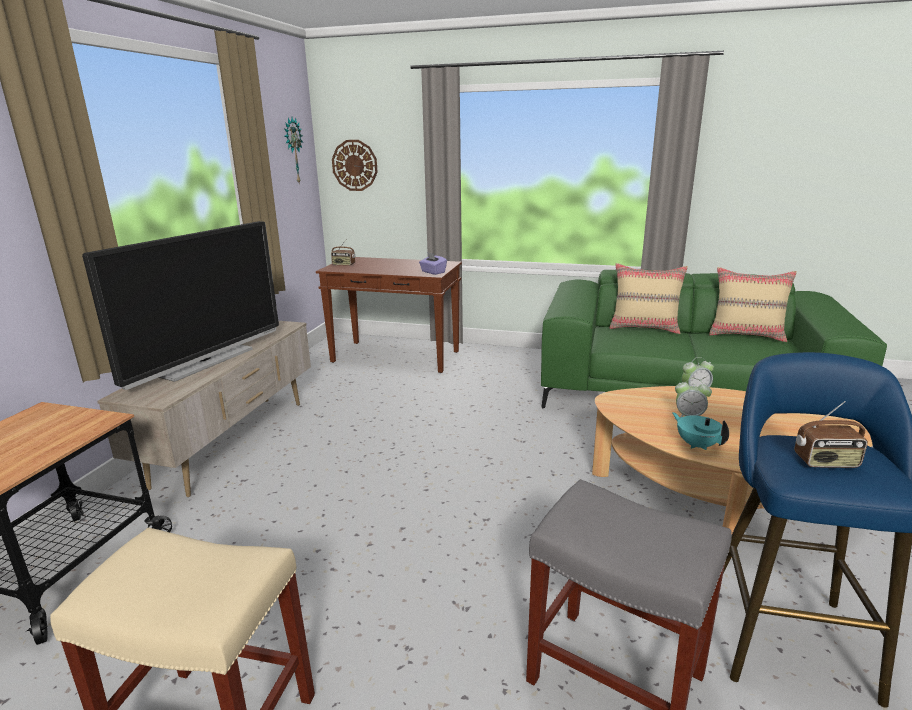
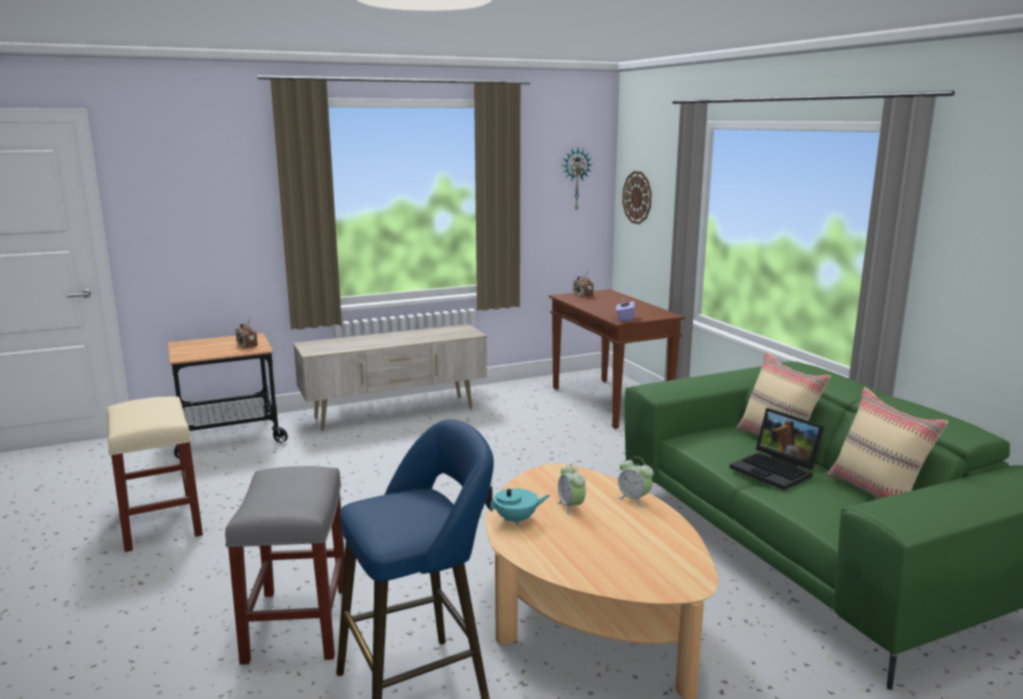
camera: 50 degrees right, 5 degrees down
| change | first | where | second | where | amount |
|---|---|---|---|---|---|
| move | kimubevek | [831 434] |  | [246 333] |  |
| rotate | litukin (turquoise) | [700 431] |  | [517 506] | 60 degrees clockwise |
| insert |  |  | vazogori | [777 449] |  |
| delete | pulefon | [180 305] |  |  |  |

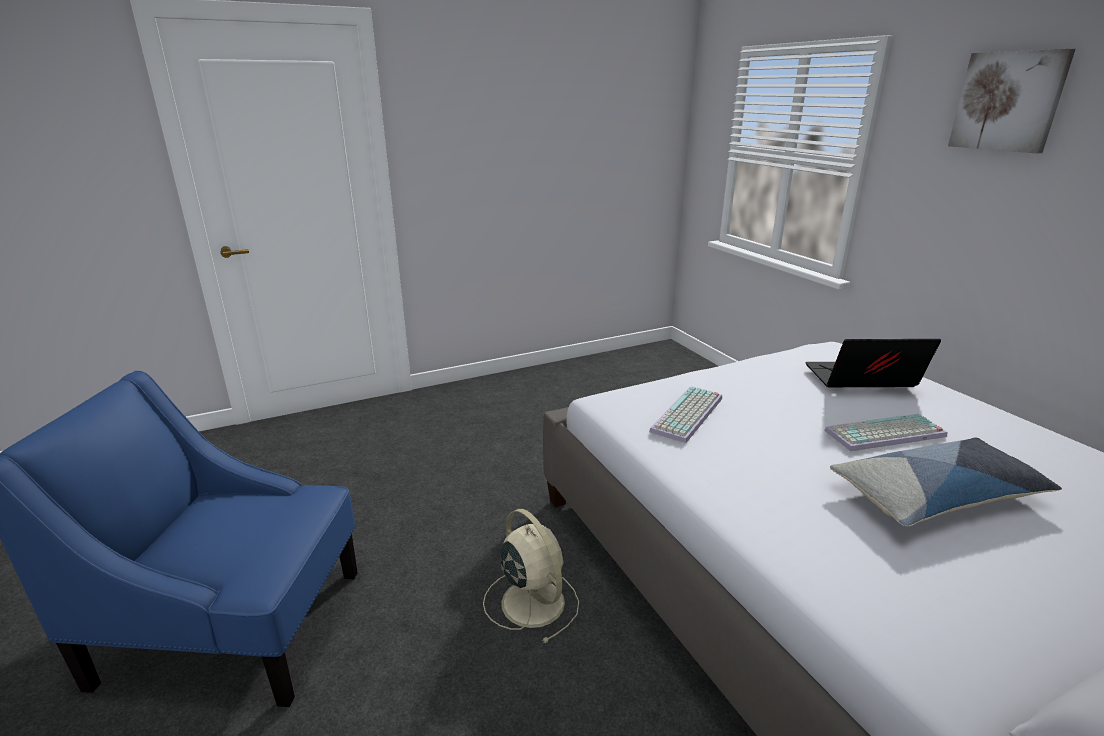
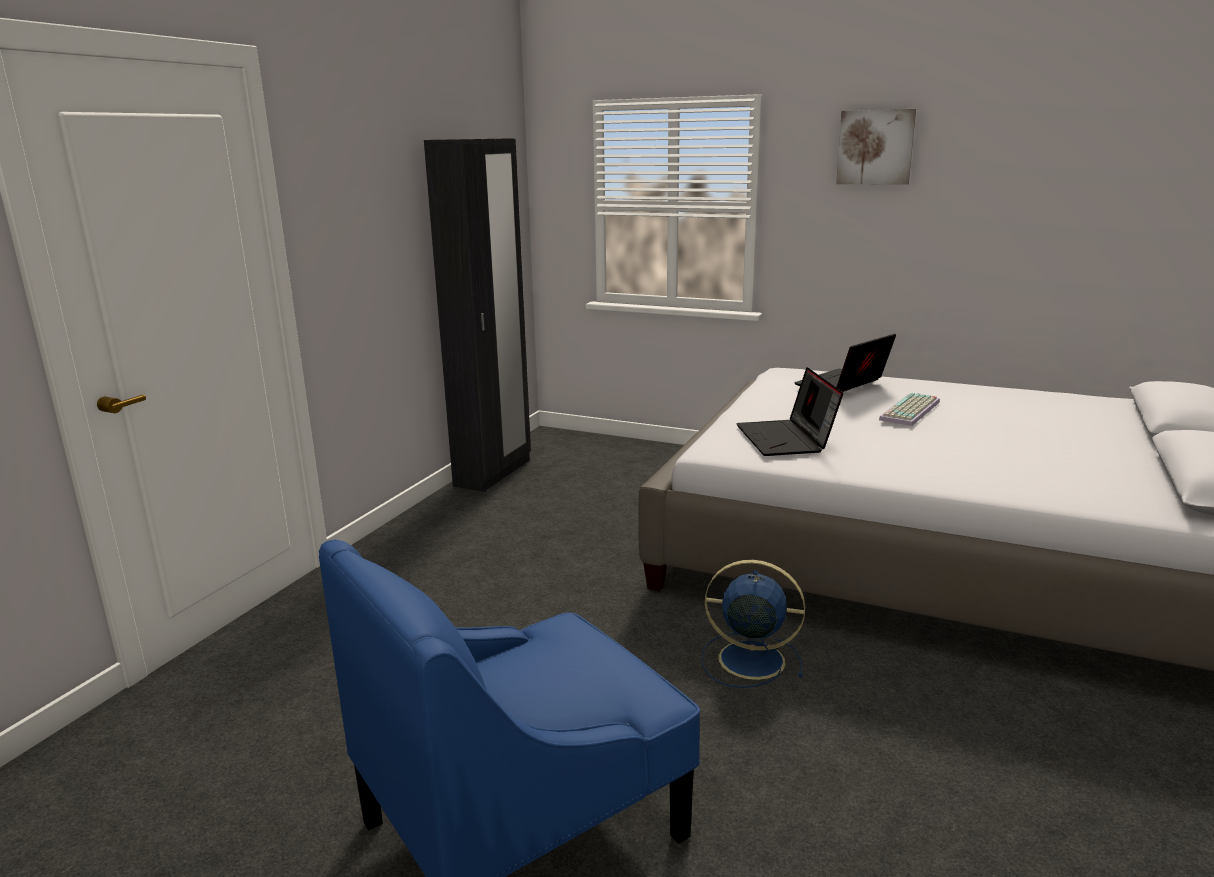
camera: 40 degrees left, 5 degrees down
| change | first | where | second | where | amount |
|---|---|---|---|---|---|
| insert |  |  | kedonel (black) | [477 315] |  |
| recolor | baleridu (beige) | [531 576] | baleridu (blue) | [753 624] |  |
| replace | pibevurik | [685 415] | vazogori | [789 411] |  |
| delete | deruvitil | [946 482] |  |  |  |

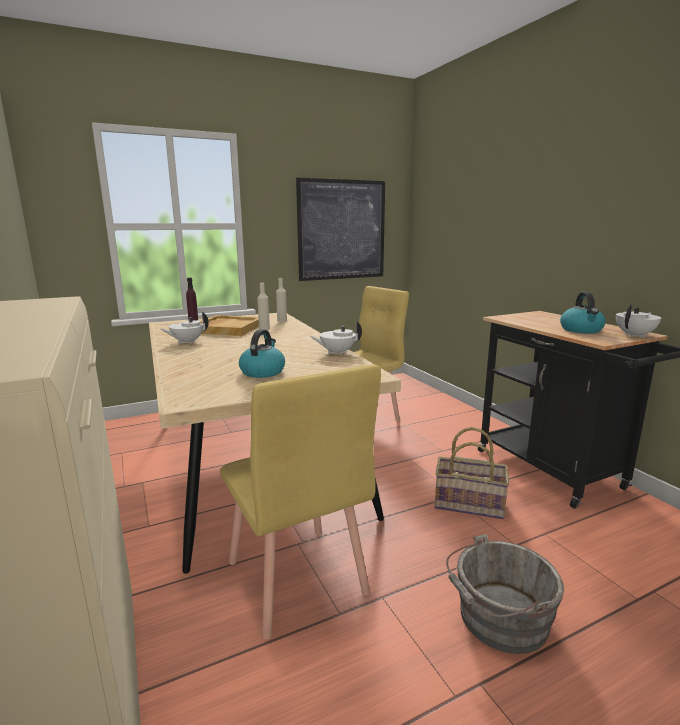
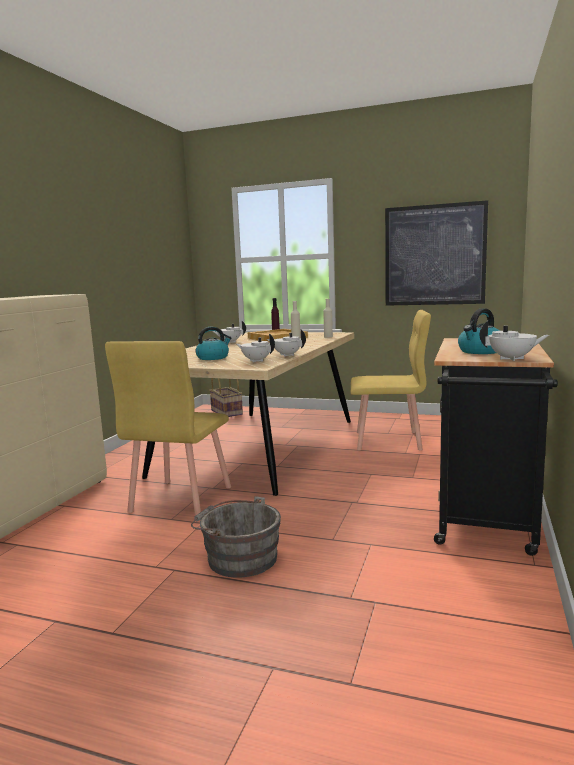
camera: 45 degrees right, 5 degrees down
| change | first | where | second | where | amount |
|---|---|---|---|---|---|
| move | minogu | [472 473] |  | [226 397] |  |
| insert |  |  | litukin (white) | [256 348] |  |

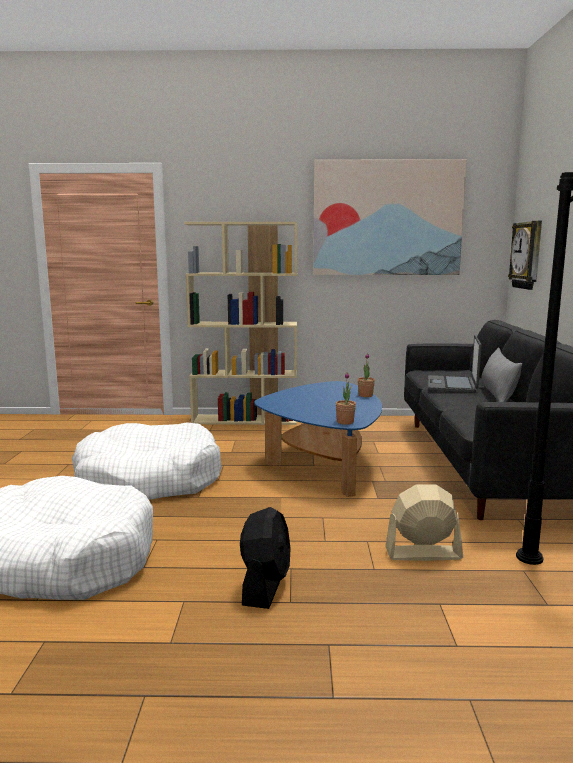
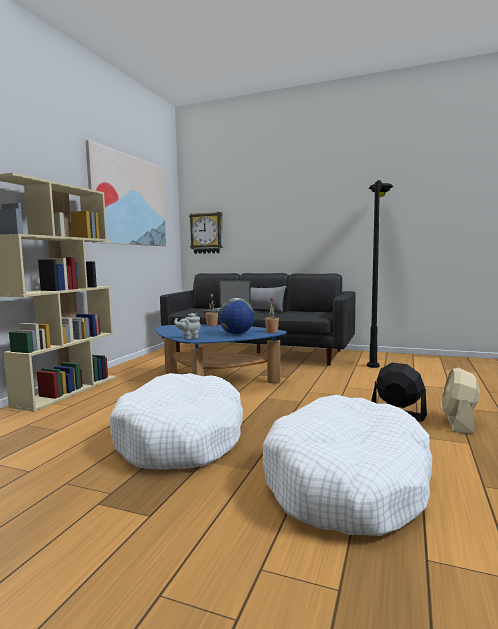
camera: 70 degrees left, 5 degrees down
| change | first | where | second | where | amount |
|---|---|---|---|---|---|
| insert |  |  | litukin (grey) | [187 326] |  |
| insert |  |  | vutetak | [237 316] |  |
| move | baleridu (beige) | [424 522] |  | [460 400] |  |

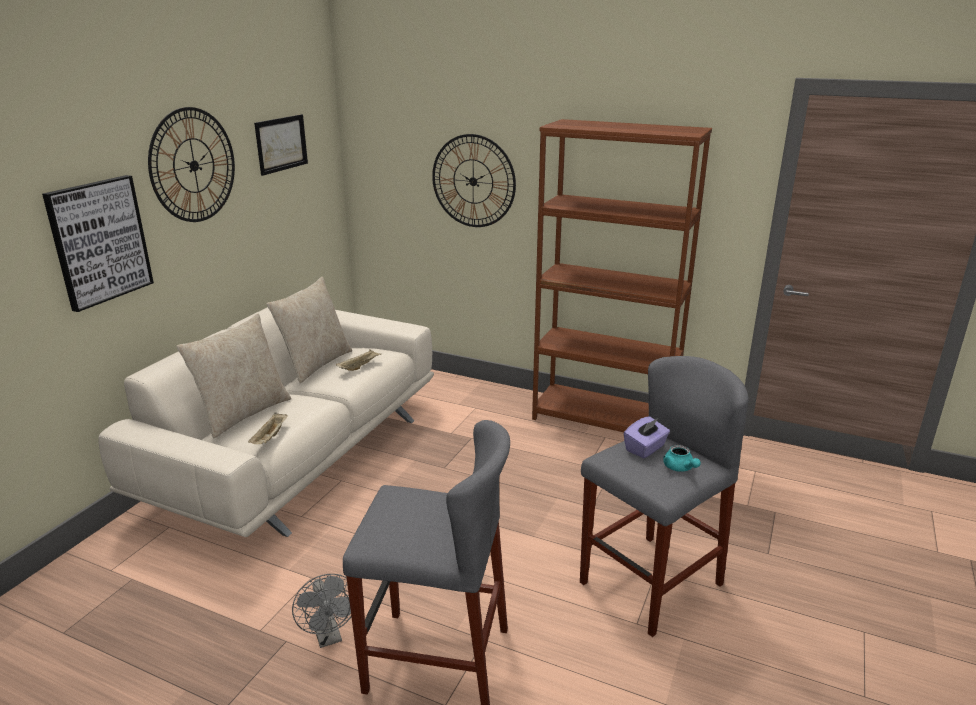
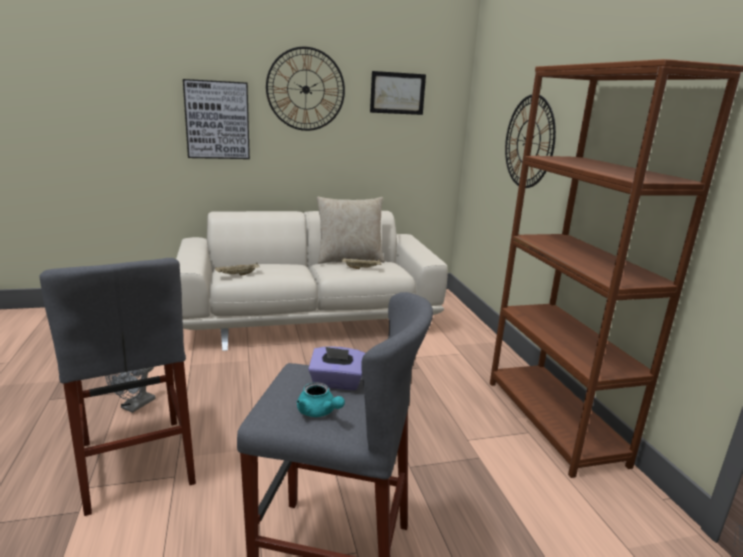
camera: 50 degrees right, 5 degrees down
| change | first | where | second | where | amount |
|---|---|---|---|---|---|
| rotate | litukin (turquoise) | [682 458] |  | [320 399] | 75 degrees counterclockwise |
| delete | deruvitil (beige) | [233 375] |  |  |  |

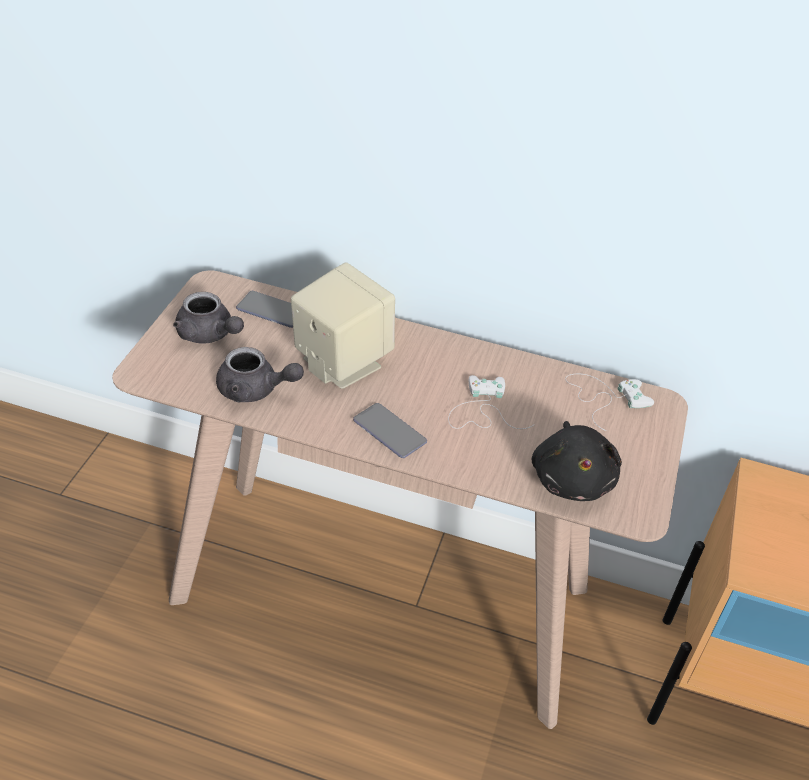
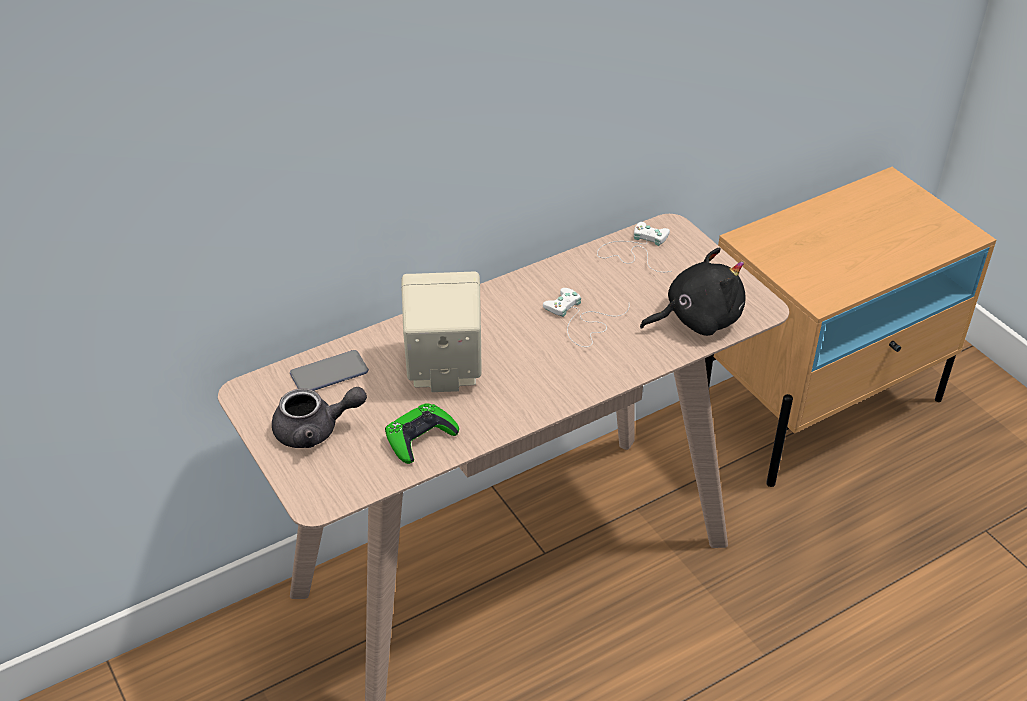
camera: 45 degrees left, 0 degrees up
| change | first | where | second | where | amount |
|---|---|---|---|---|---|
| replace | litukin (grey) | [260 374] | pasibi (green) | [422 433] |  |
| rotate | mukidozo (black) | [576 461] |  | [693 292] | 60 degrees counterclockwise |
| delete | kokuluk | [390 430] |  |  |  |

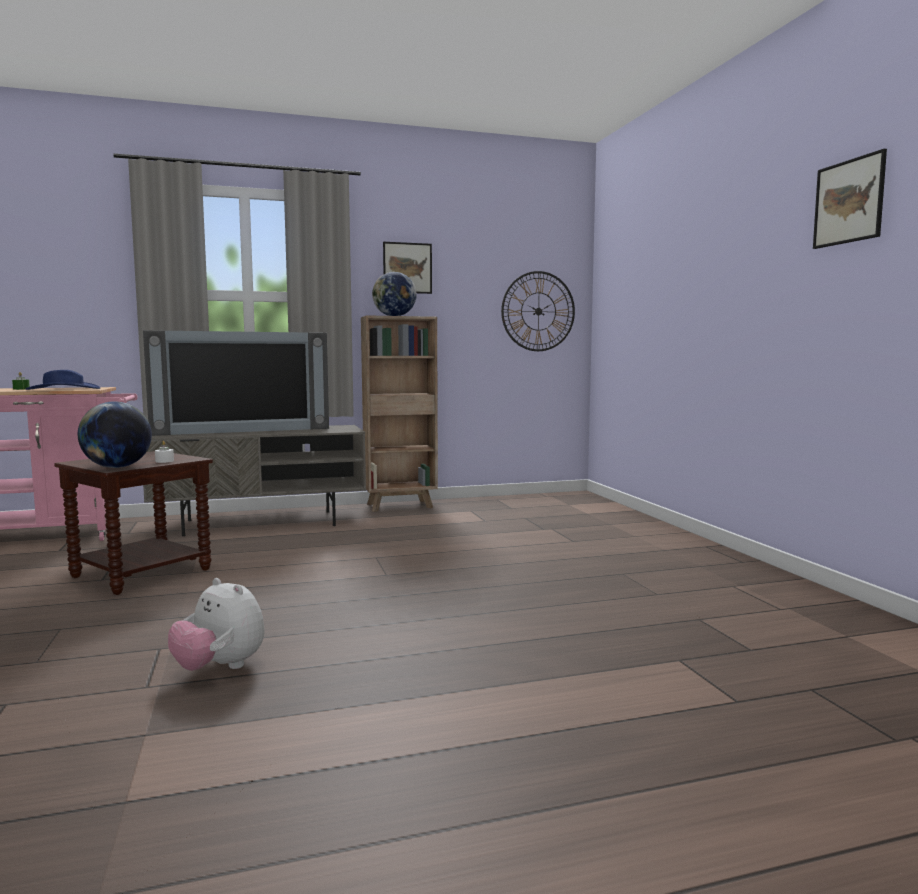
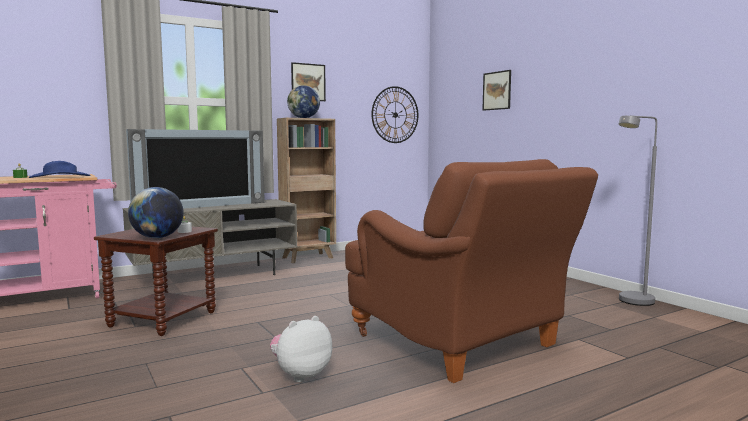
camera: 15 degrees left, 0 degrees up
| change | first | where | second | where | amount |
|---|---|---|---|---|---|
| rotate | mukidozo | [216 624] |  | [301 349] | 120 degrees clockwise |
| insert |  |  | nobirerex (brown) | [471 271] |  |
| move | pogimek | [850 199] |  | [496 90] |  |
| insert |  |  | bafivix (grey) | [637 210] |  |

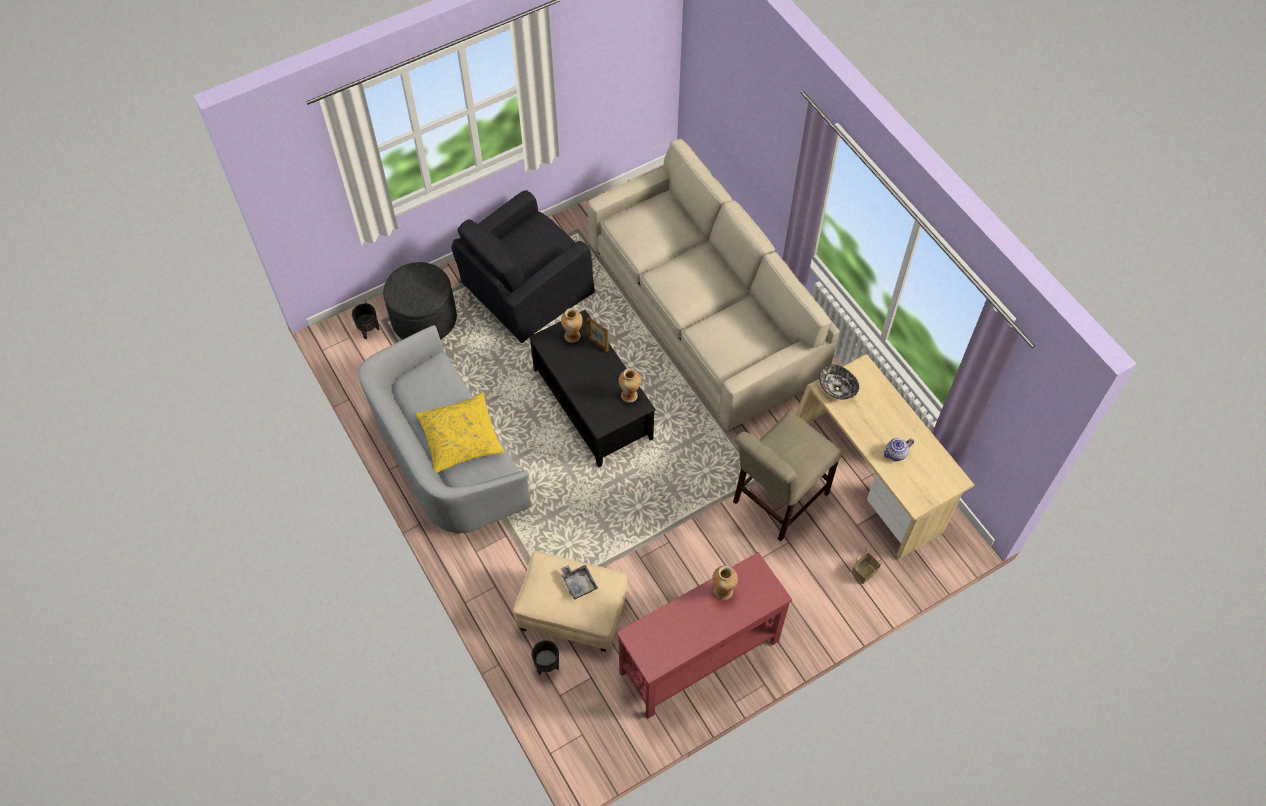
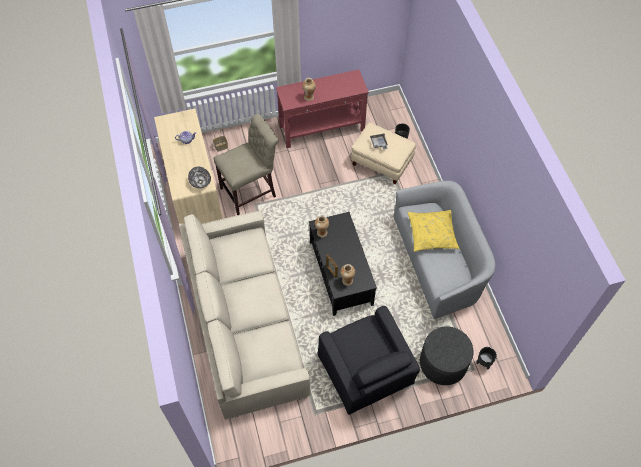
camera: 165 degrees left, 0 degrees up
| change | first | where | second | where | amount |
|---|---|---|---|---|---|
| rotate | nobirerex (black) | [523 266] |  | [368 360] | 90 degrees clockwise |

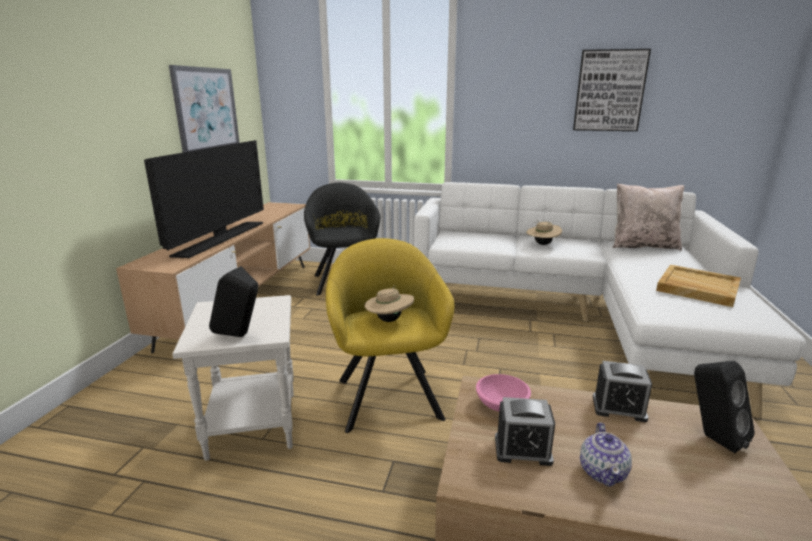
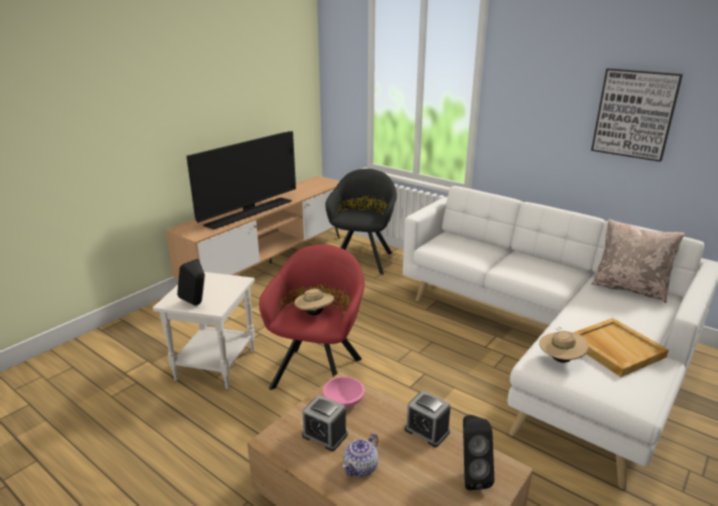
camera: 25 degrees right, 5 degrees up
| change | first | where | second | where | amount |
|---|---|---|---|---|---|
| recolor | nobirerex (yellow) | [390 335] | nobirerex (red) | [312 317] |  |
| move | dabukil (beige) | [544 232] |  | [564 344] |  |
| delete | pogimek | [204 108] |  |  |  |

